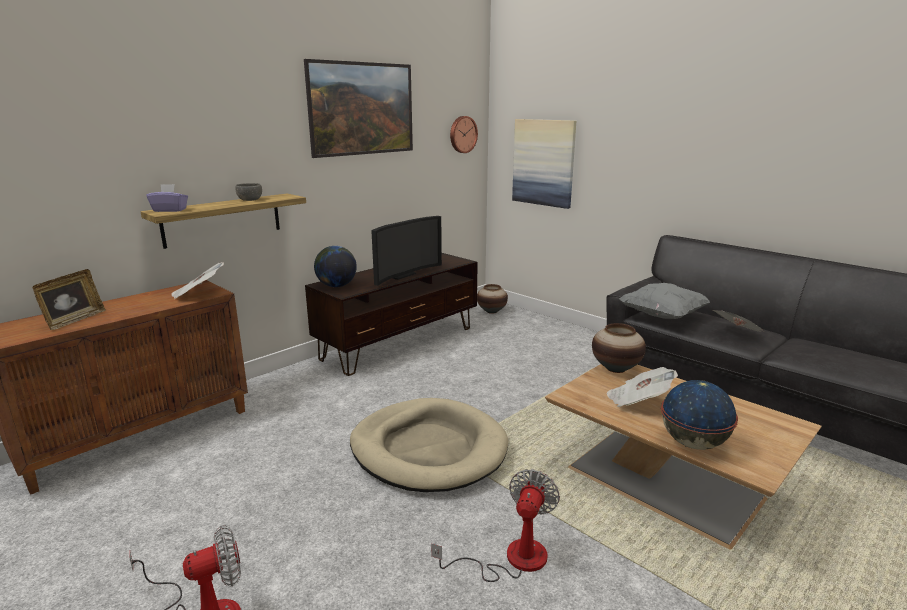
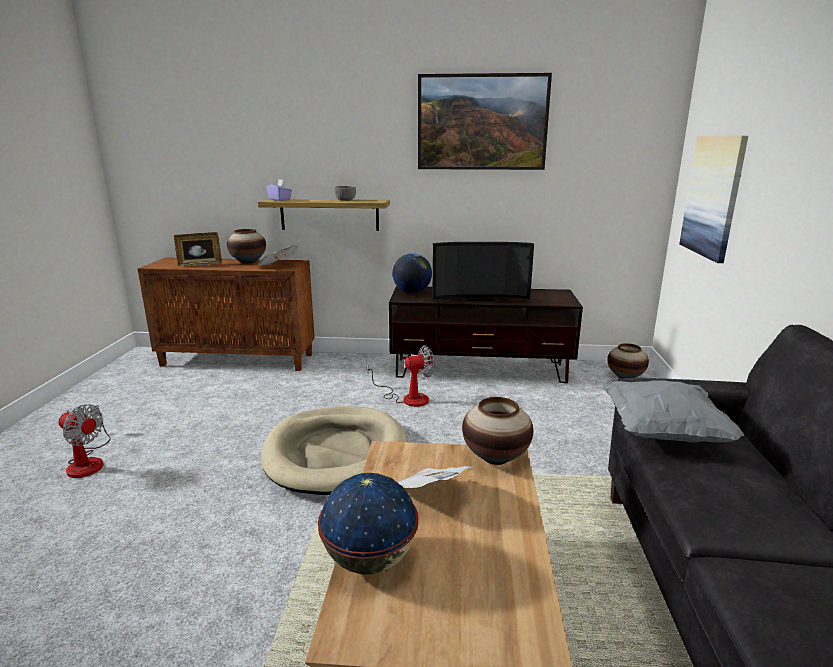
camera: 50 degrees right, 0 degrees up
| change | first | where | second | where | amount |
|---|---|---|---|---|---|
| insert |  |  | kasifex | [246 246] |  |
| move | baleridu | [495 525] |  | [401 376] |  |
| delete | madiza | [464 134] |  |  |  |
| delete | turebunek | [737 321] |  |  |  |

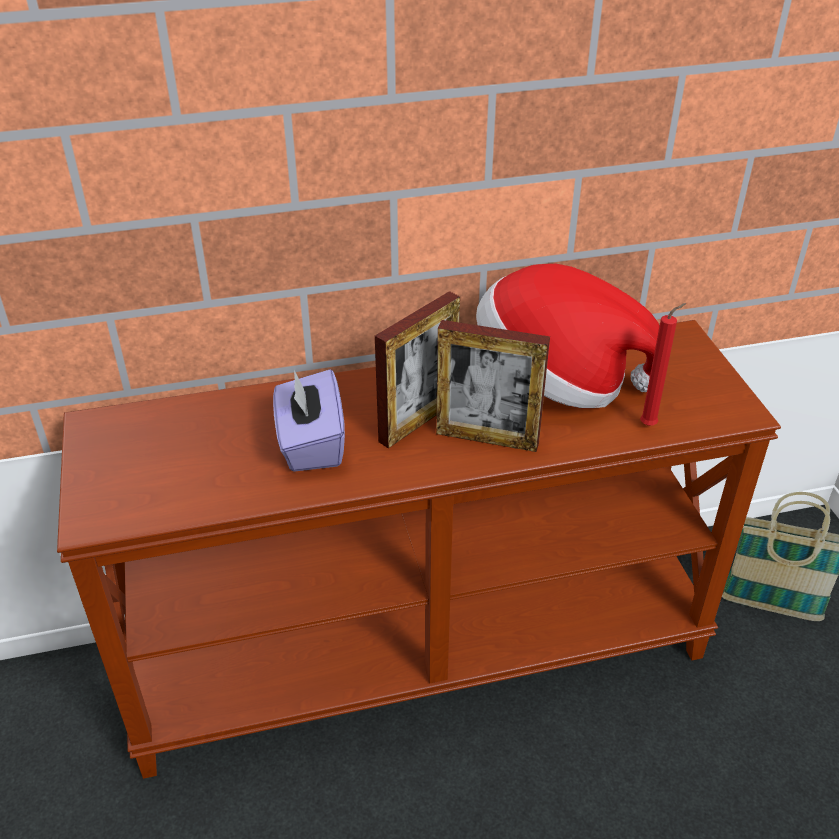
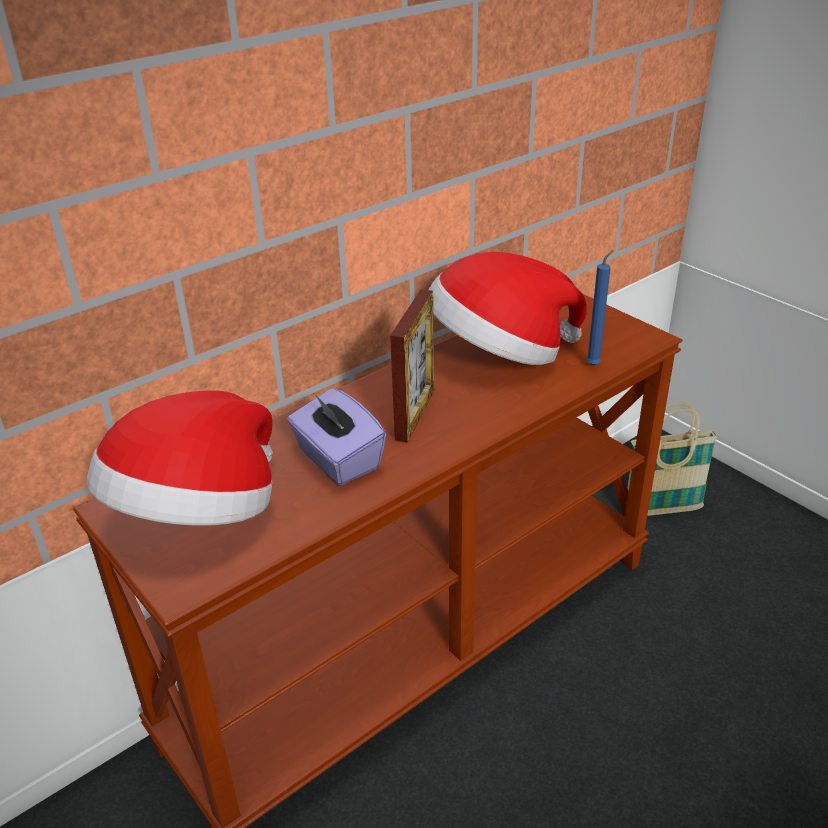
camera: 25 degrees left, 5 degrees down
| change | first | where | second | where | amount |
|---|---|---|---|---|---|
| insert |  |  | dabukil | [180 458] |  |
| recolor | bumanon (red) | [663 364] | bumanon (blue) | [599 308] |  |
| delete | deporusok | [493 386] |  |  |  |

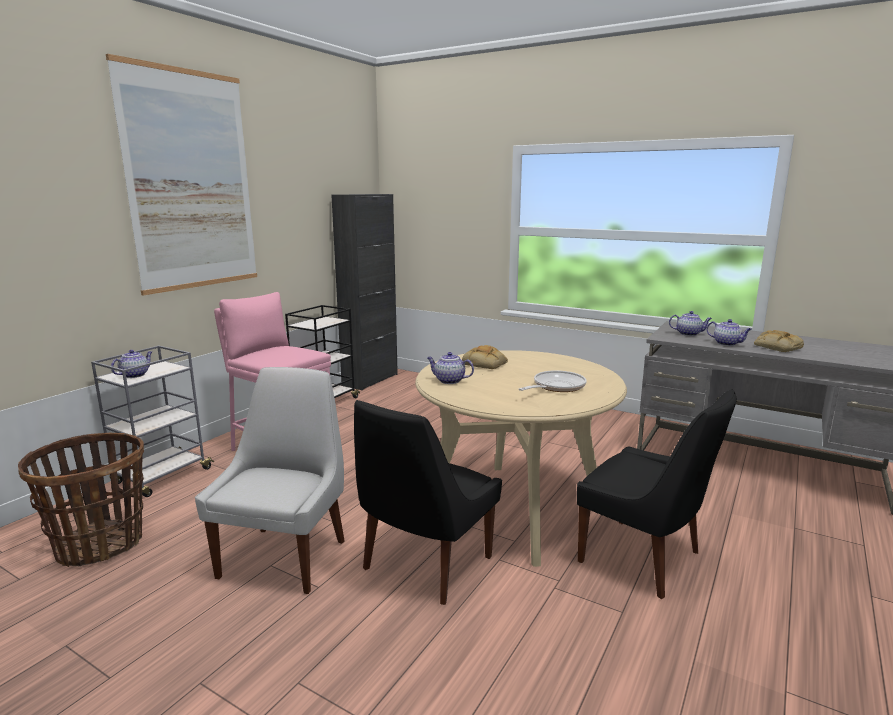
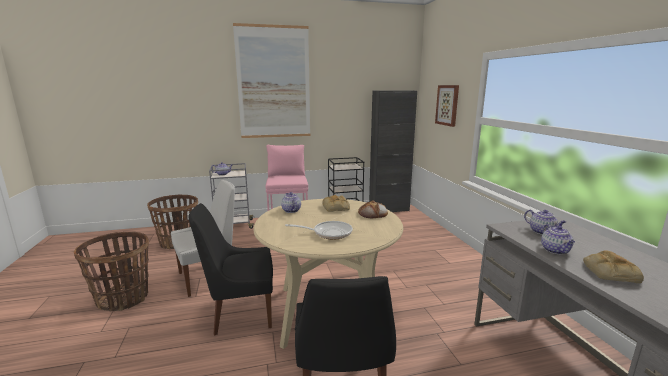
camera: 45 degrees right, 0 degrees up
| change | first | where | second | where | amount |
|---|---|---|---|---|---|
| insert |  |  | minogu | [111 271] |  |
| insert |  |  | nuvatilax | [373 209] |  |
| insert |  |  | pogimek | [447 106] |  |

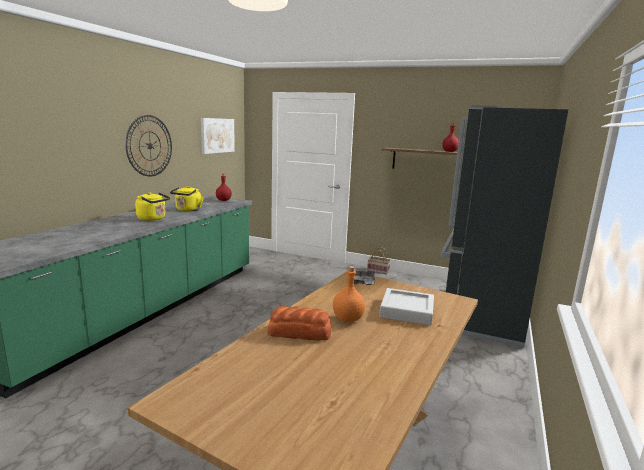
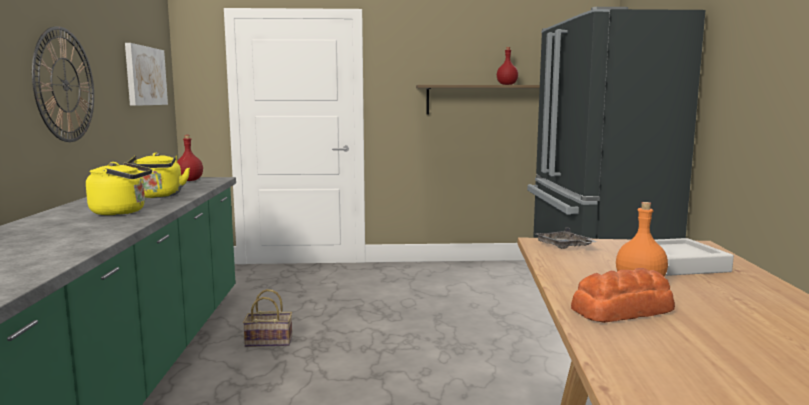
camera: 25 degrees left, 5 degrees down
| change | first | where | second | where | amount |
|---|---|---|---|---|---|
| move | minogu | [379 261] |  | [267 318] |  |

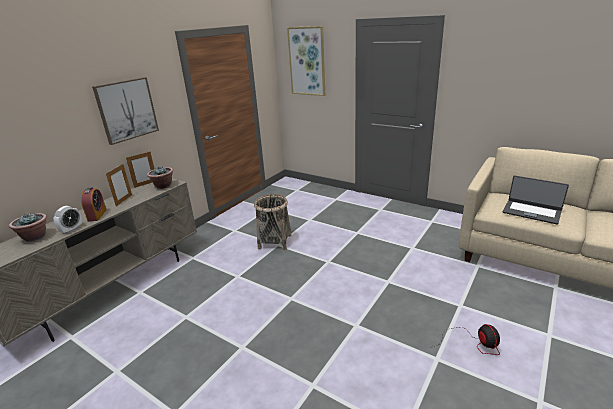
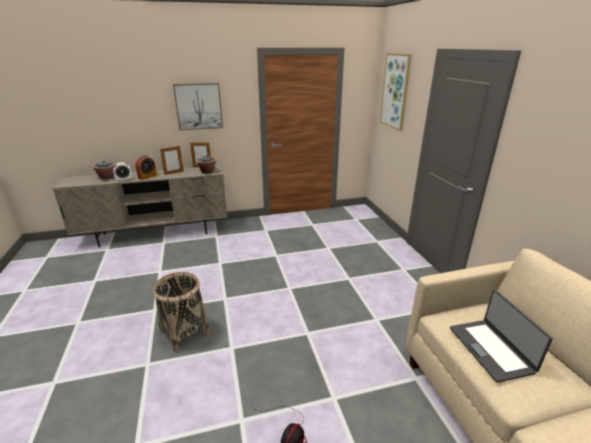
camera: 40 degrees right, 0 degrees up
| change | first | where | second | where | amount |
|---|---|---|---|---|---|
| move | minogu | [273 222] |  | [181 312] |  |

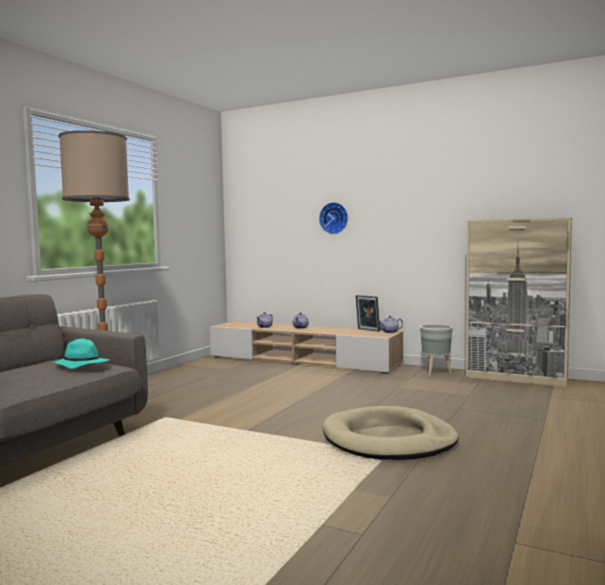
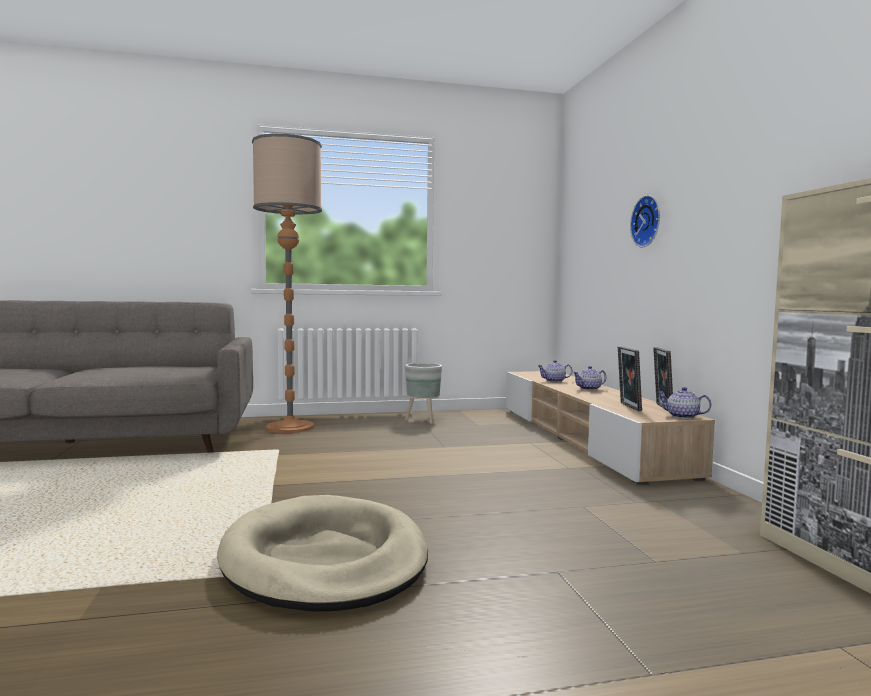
camera: 50 degrees right, 0 degrees up
| change | first | where | second | where | amount |
|---|---|---|---|---|---|
| move | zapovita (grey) | [436 350] |  | [423 393] |  |
| insert |  |  | deporusok | [630 378] |  |
| delete | dabukil (turquoise) | [81 354] |  |  |  |

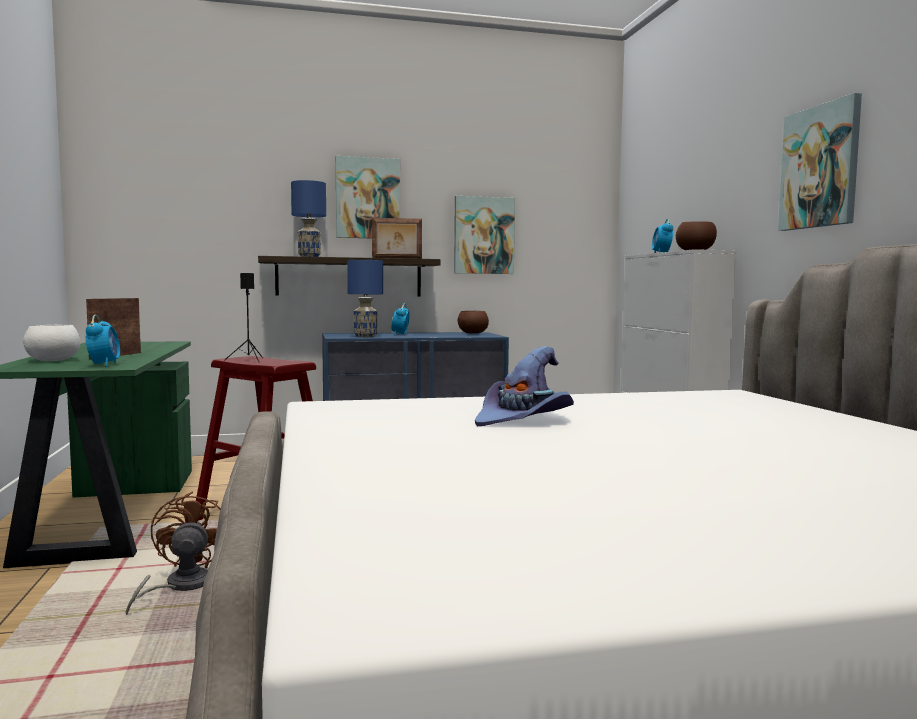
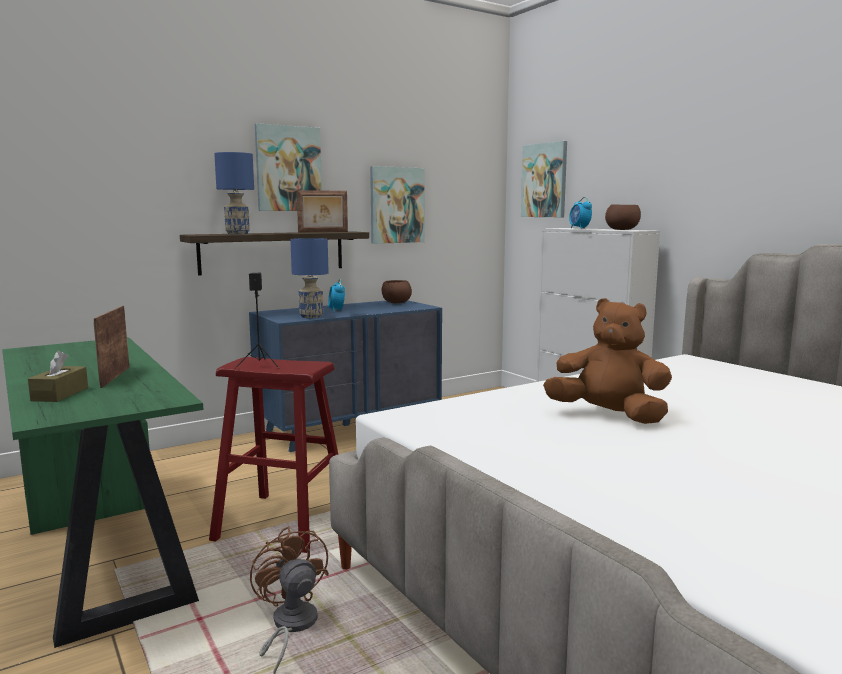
camera: 20 degrees left, 5 degrees up
| change | first | where | second | where | amount |
|---|---|---|---|---|---|
| replace | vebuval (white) | [51 343] | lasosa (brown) | [58 376] |  |
| move | pogimek | [820 162] |  | [544 179] |  |
| replace | dabukil (purple) | [524 386] | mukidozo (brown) | [607 361] |  |
| delete | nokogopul | [102 341] |  |  |  |

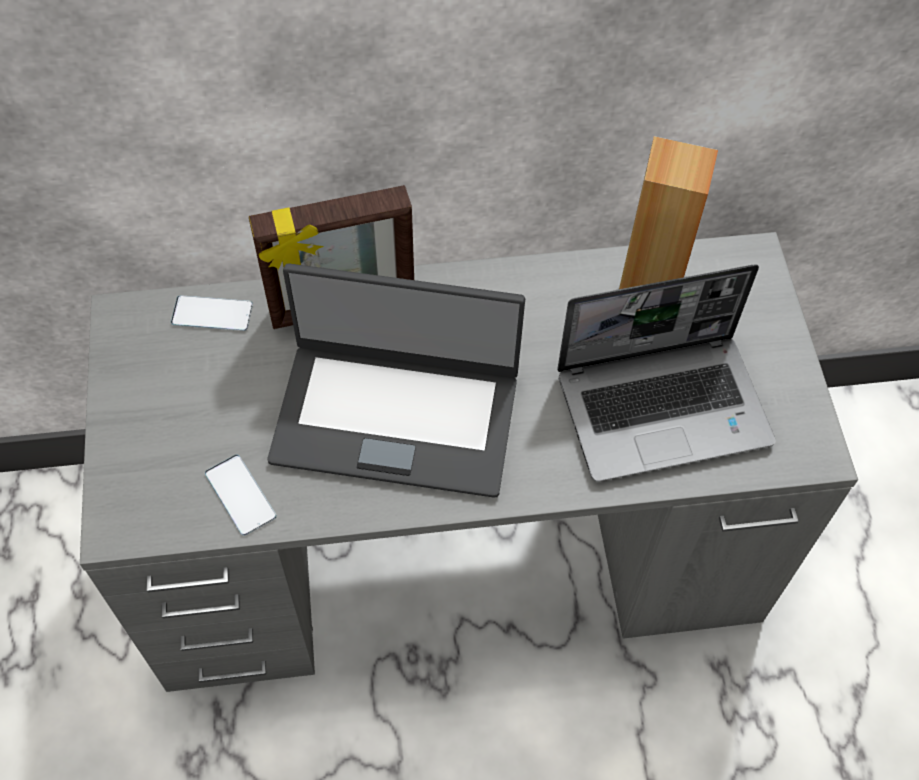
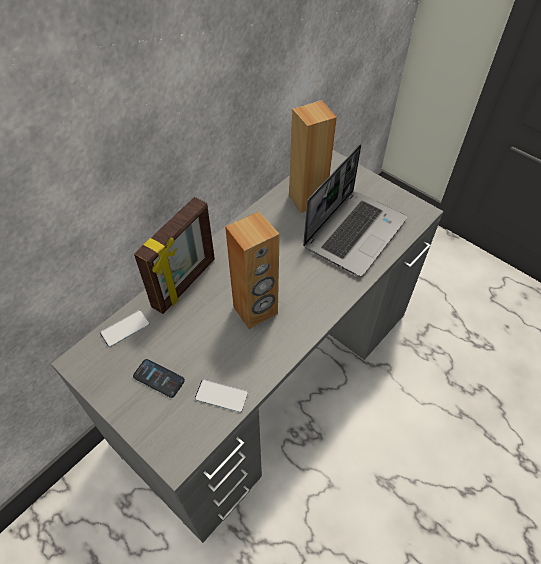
camera: 40 degrees left, 5 degrees down
| change | first | where | second | where | amount |
|---|---|---|---|---|---|
| insert |  |  | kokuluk | [159 378] |  |
| replace | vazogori | [396 380] | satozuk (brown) | [252 270] |  |

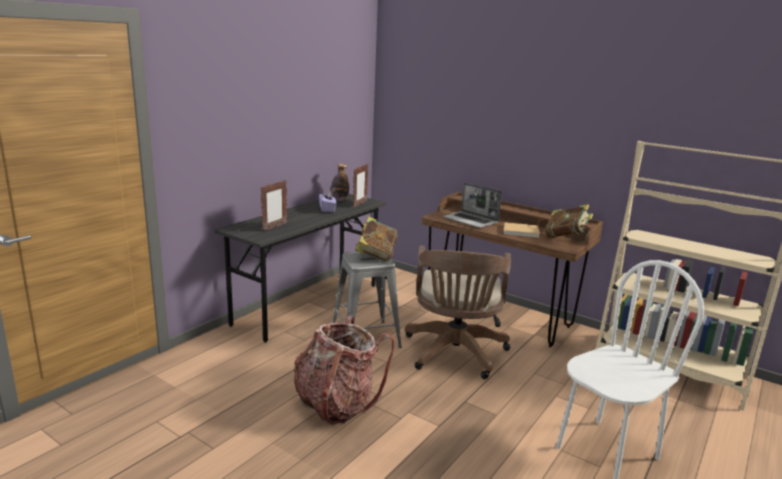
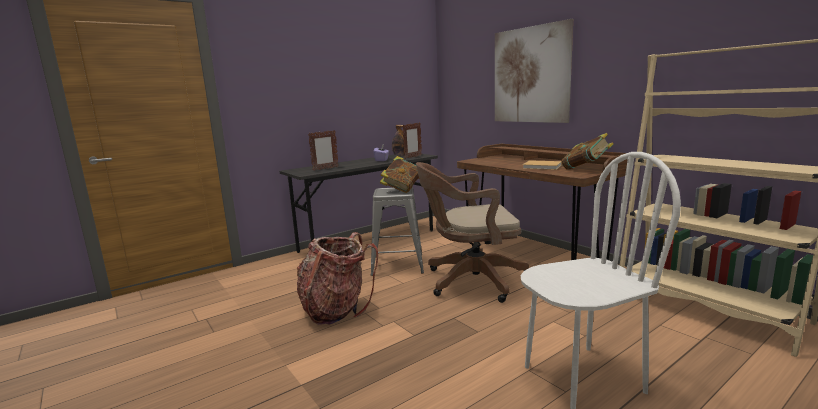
camera: 20 degrees right, 5 degrees down
| change | first | where | second | where | amount |
|---|---|---|---|---|---|
| rotate | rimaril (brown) | [458 312] |  | [472 232] | 60 degrees clockwise |
| insert |  |  | pogimek | [534 71] |  |
| delete | vazogori | [472 205] |  |  |  |

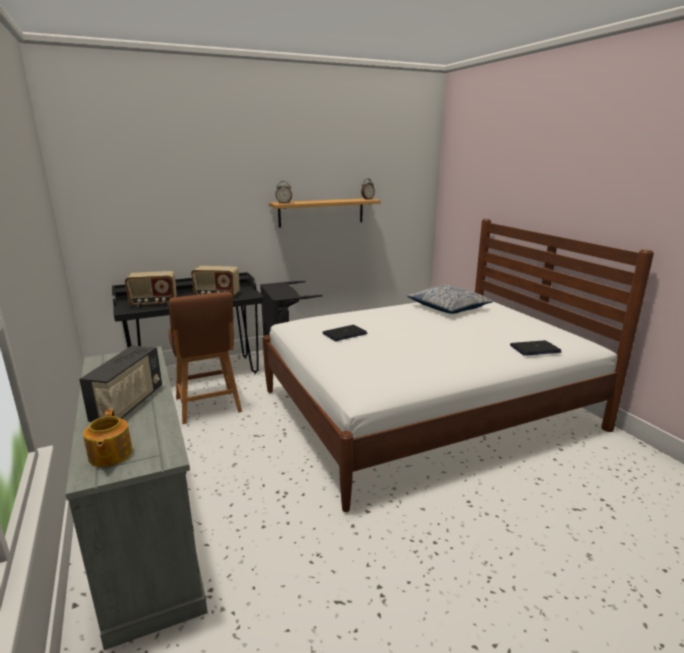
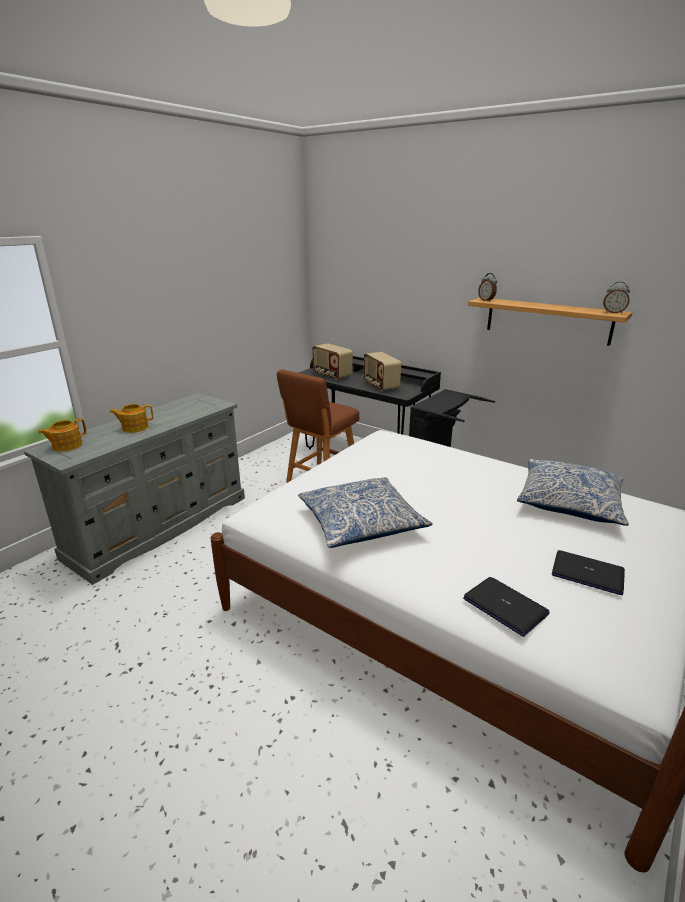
camera: 60 degrees right, 5 degrees up
| change | first | where | second | where | amount |
|---|---|---|---|---|---|
| replace | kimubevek | [120 384] | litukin | [131 418] |  |
| insert |  |  | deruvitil | [365 512] |  |
| move | vazogori | [345 333] |  | [588 572] |  |

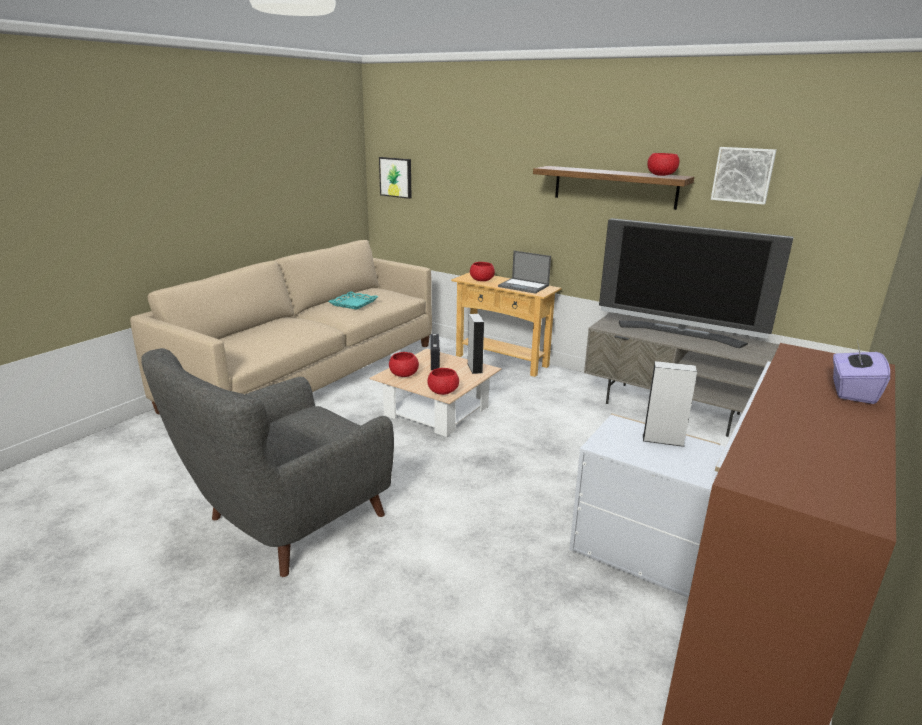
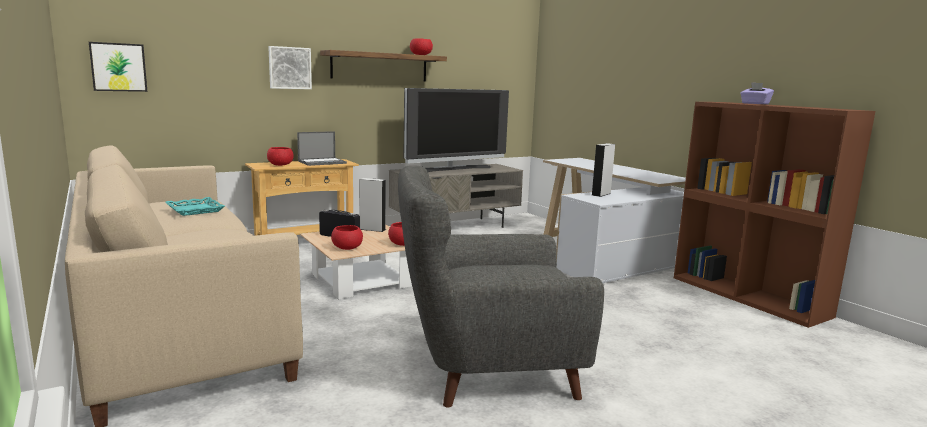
camera: 65 degrees left, 10 degrees down
| change | first | where | second | where | amount |
|---|---|---|---|---|---|
| move | pogimek | [743 176] |  | [290 67] |  |
| rotate | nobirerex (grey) | [268 462] |  | [501 286] | 105 degrees clockwise |

